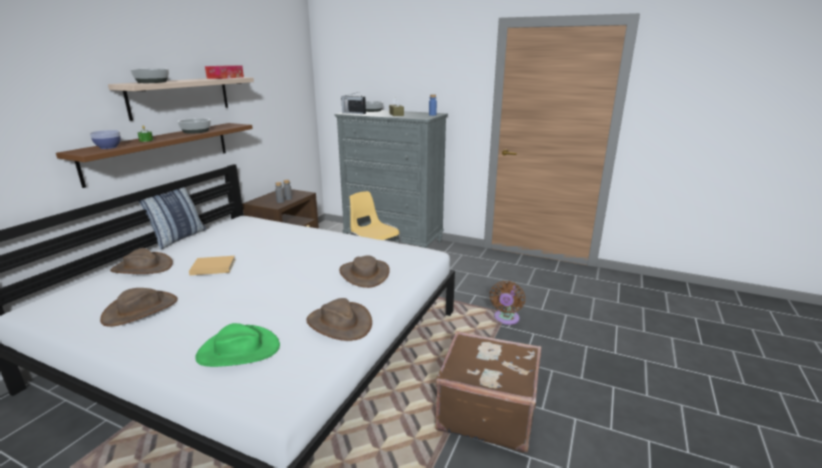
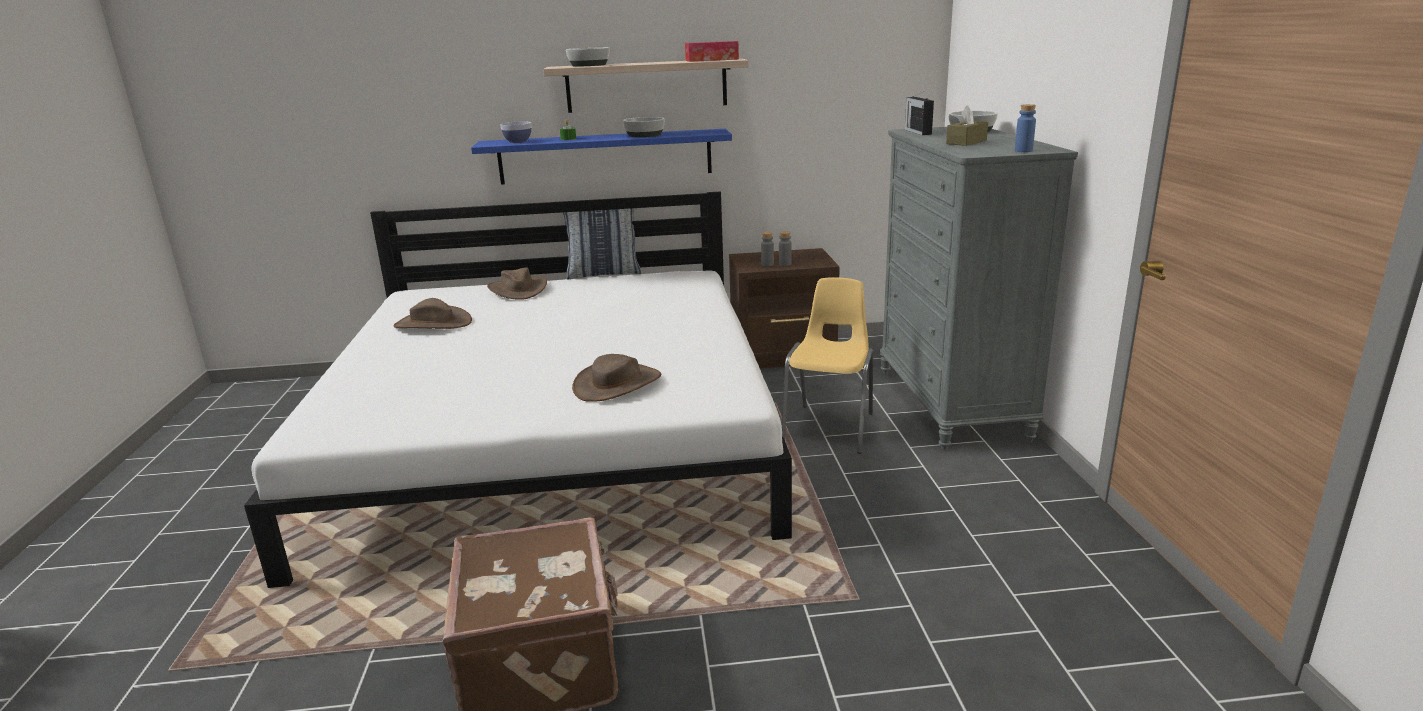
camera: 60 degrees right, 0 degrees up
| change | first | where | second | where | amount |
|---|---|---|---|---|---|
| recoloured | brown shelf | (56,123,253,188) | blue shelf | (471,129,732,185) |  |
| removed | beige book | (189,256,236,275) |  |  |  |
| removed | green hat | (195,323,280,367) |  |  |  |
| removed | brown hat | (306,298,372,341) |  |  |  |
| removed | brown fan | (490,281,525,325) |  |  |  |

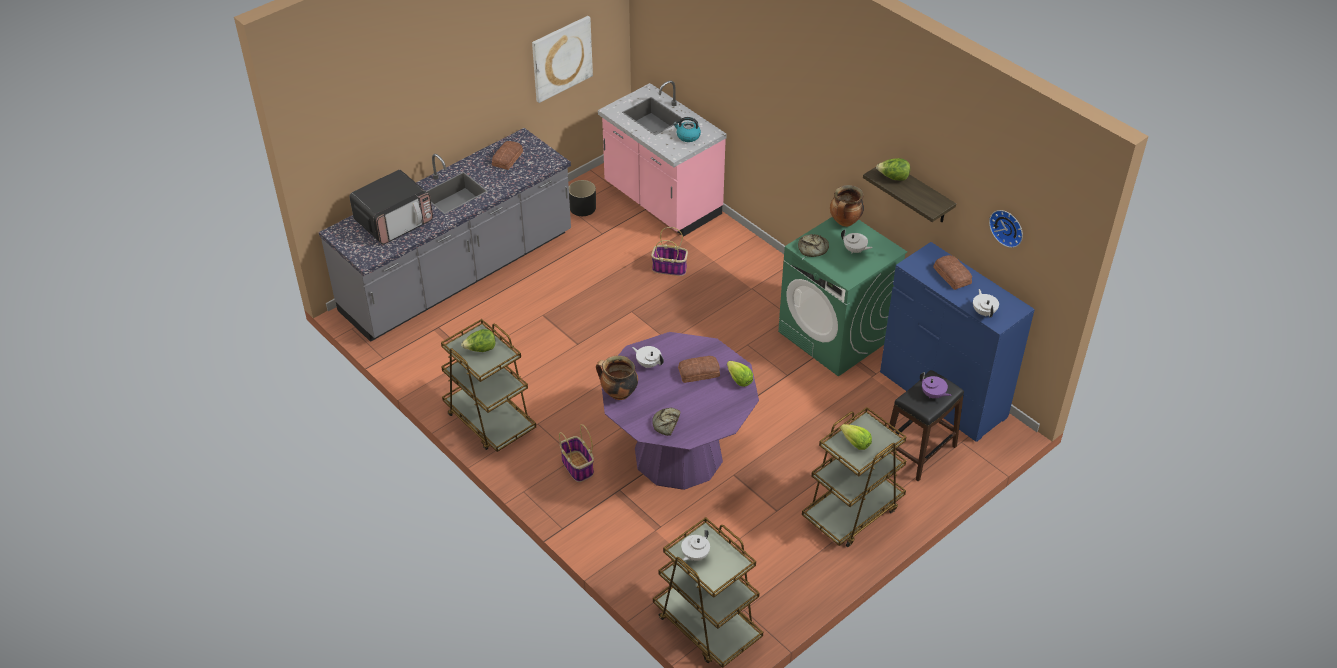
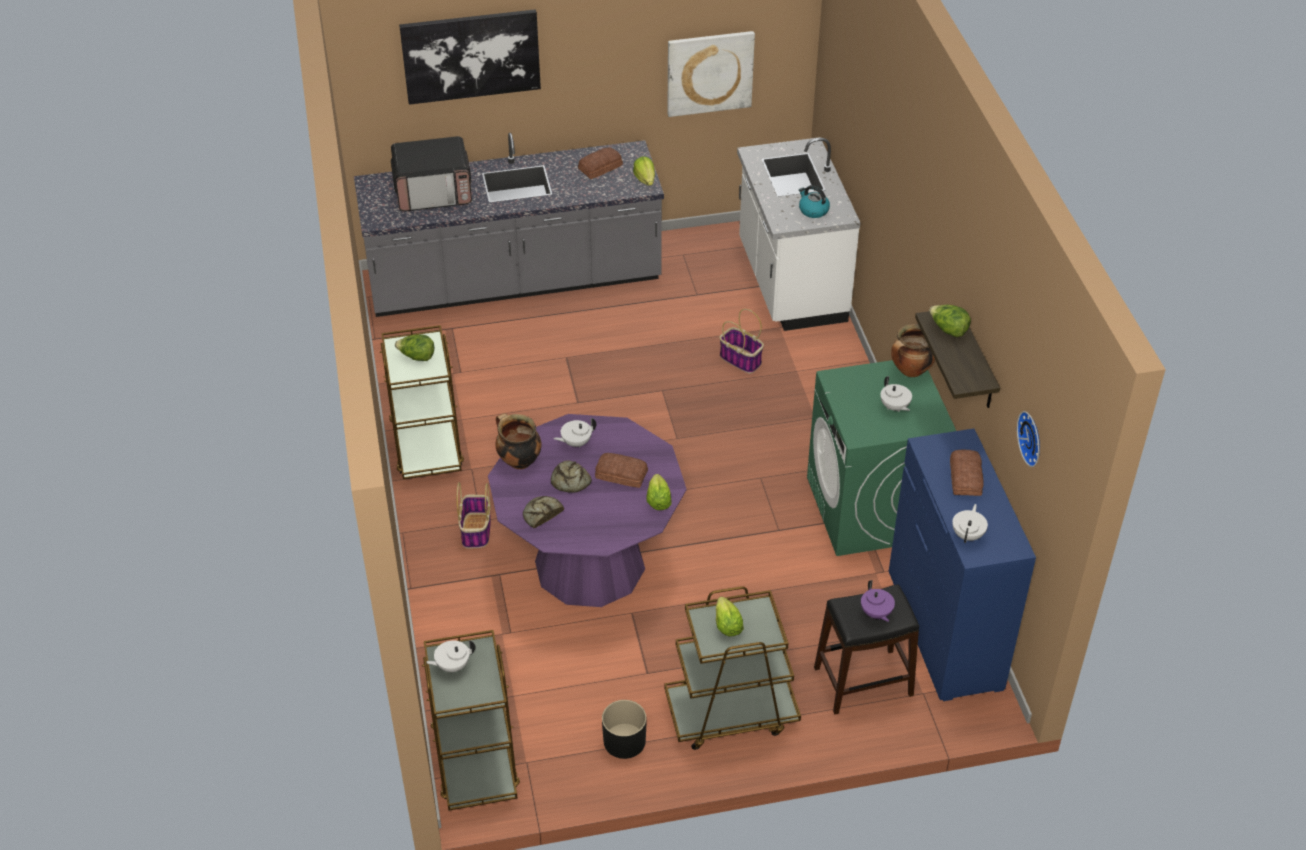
camera: 30 degrees right, 0 degrees up
| change | first | where | second | where | amount |
|---|---|---|---|---|---|
| moved | black planter | (569,180,596,216) |  | (602,700,646,759) |  |
| recoloured | pink counter | (598,80,727,237) | white counter | (737,137,860,331) |  |
| turned | white teapot | (632,346,664,368) |  | (554,418,596,447) | 90 degrees counterclockwise |
| moved | bread | (798,234,829,257) |  | (551,460,592,493) |  |
| added |  |  | picture | (399,9,541,105) |  |
| added |  |  | lettuce | (633,157,655,186) |  |

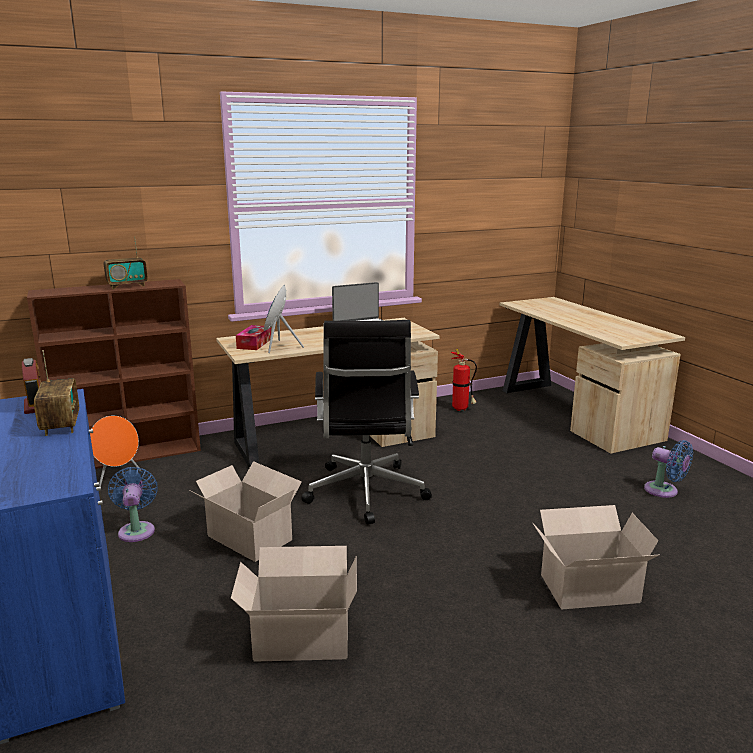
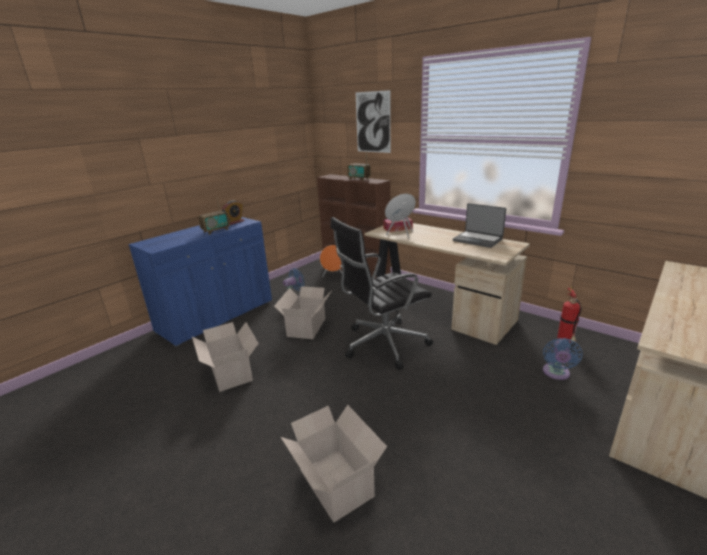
camera: 65 degrees right, 5 degrees up
| change | first | where | second | where | amount |
|---|---|---|---|---|---|
| moved | blue fan | (644,440,693,498) |  | (543,338,583,380) |  |
| added |  |  | picture | (356,90,391,153) |  |

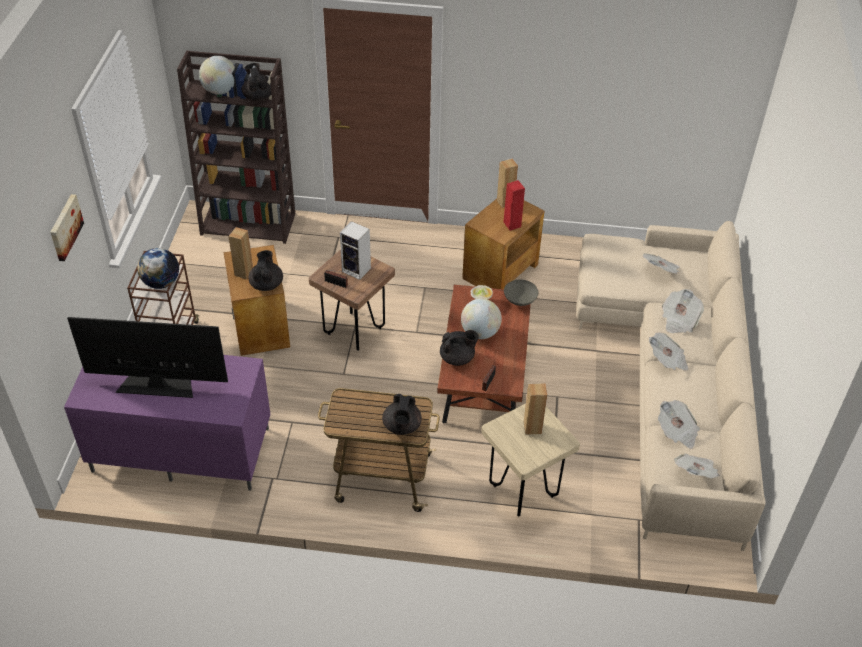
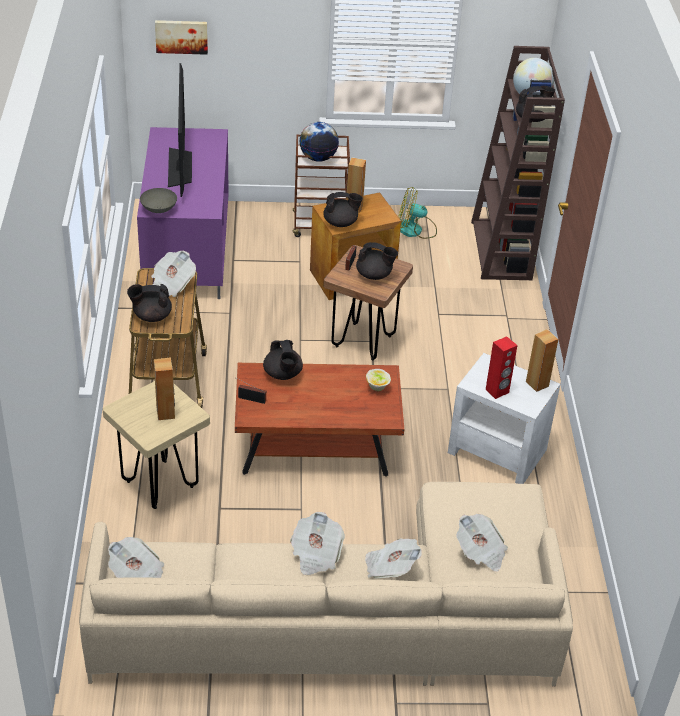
camera: 80 degrees right, 5 degrees down
| change | first | where | second | where | amount |
|---|---|---|---|---|---|
| moved | picture | (50,194,84,261) |  | (155,20,208,55) |  |
| replaced | speaker | (340,221,371,280) | black teapot | (356,242,398,280) |  |
| removed | globe | (461,298,502,339) |  |  |  |
| recoloured | brown side table | (462,199,544,289) | white side table | (448,353,560,484) |  |
| moved | grey bowl | (504,279,538,306) |  | (140,188,177,213) |  |
| moved | newspaper | (658,400,700,449) |  | (151,251,196,297) |  |
| added |  |  | fan | (398,187,437,239) |  |

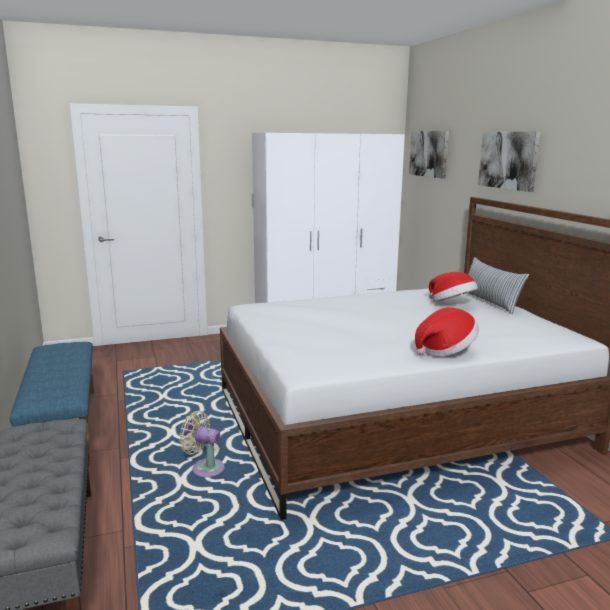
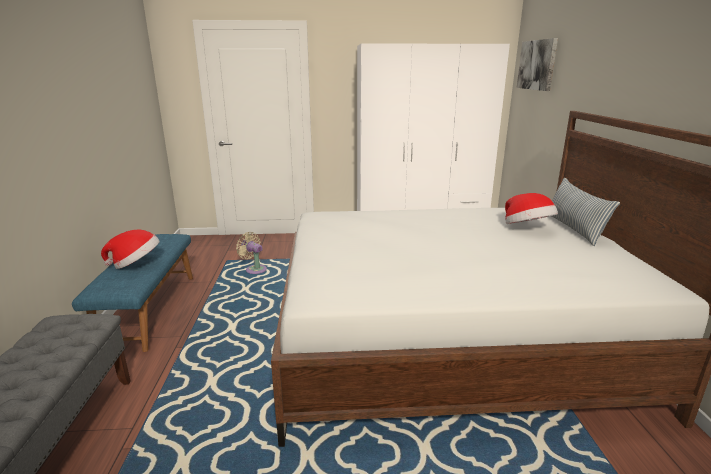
camera: 15 degrees right, 5 degrees up
| change | first | where | second | where | amount |
|---|---|---|---|---|---|
| moved | beige fan | (179,411,225,477) |  | (236,232,267,274) |  |
| moved | hat | (415,307,479,357) |  | (101,229,160,269) |  |
| removed | picture | (478,131,541,192) |  |  |  |

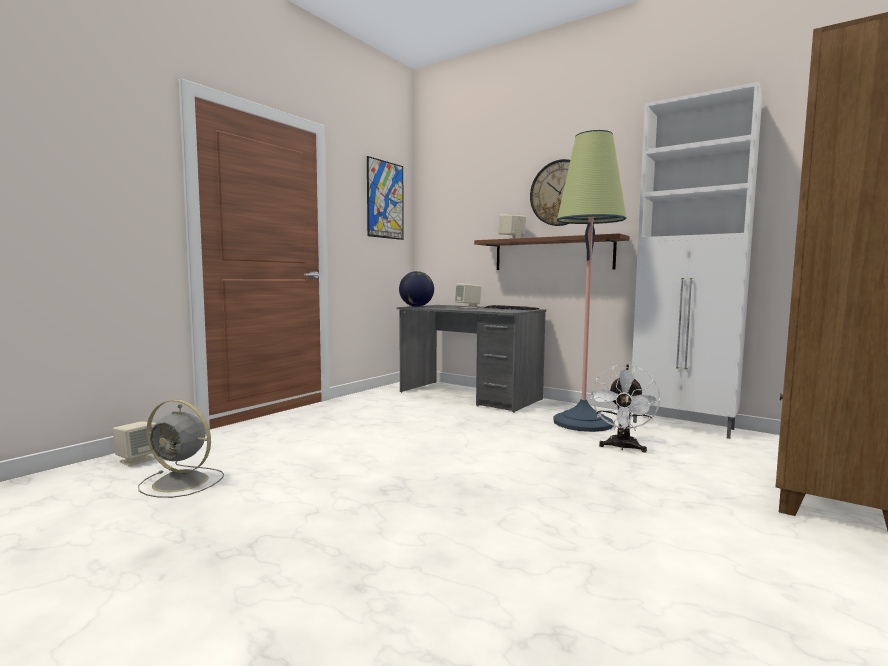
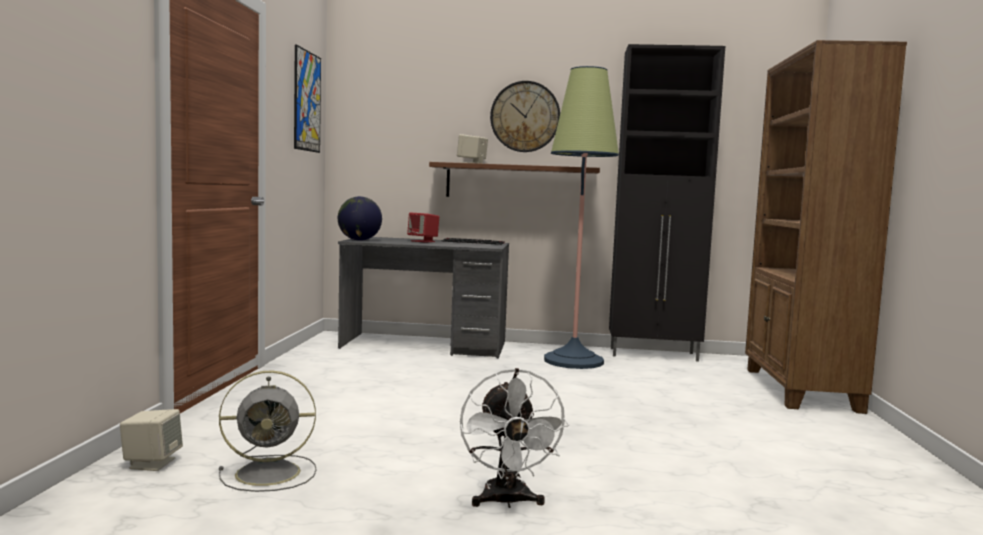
camera: 30 degrees left, 0 degrees up
| change | first | where | second | where | amount |
|---|---|---|---|---|---|
| recoloured | beige speaker | (455,283,481,308) | red speaker | (407,212,439,243) |  |
| moved | white fan | (590,364,660,453) |  | (460,368,569,508) |  |
| recoloured | white cabinet | (632,82,762,439) | black cabinet | (609,44,725,362) |  |

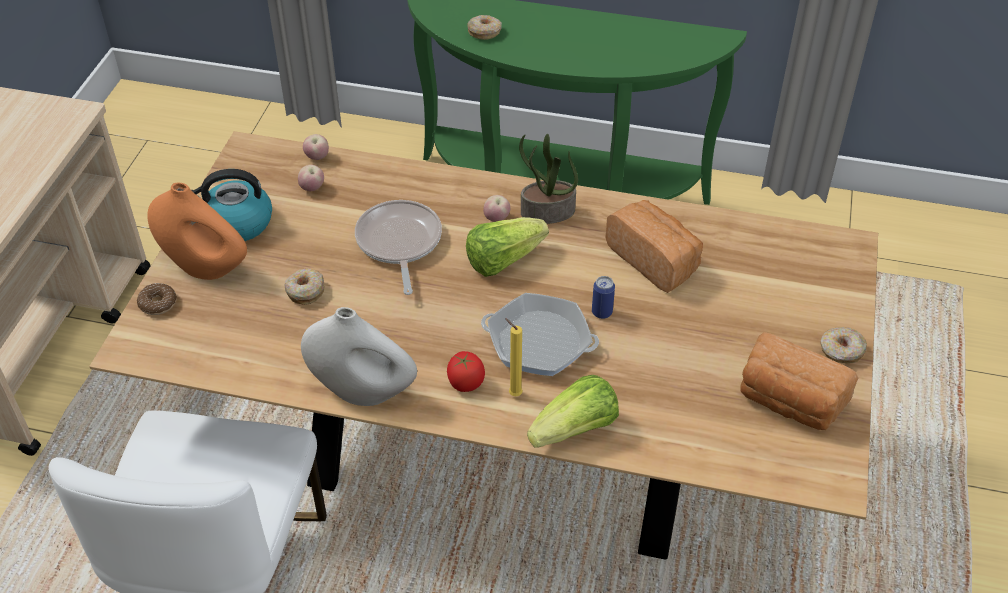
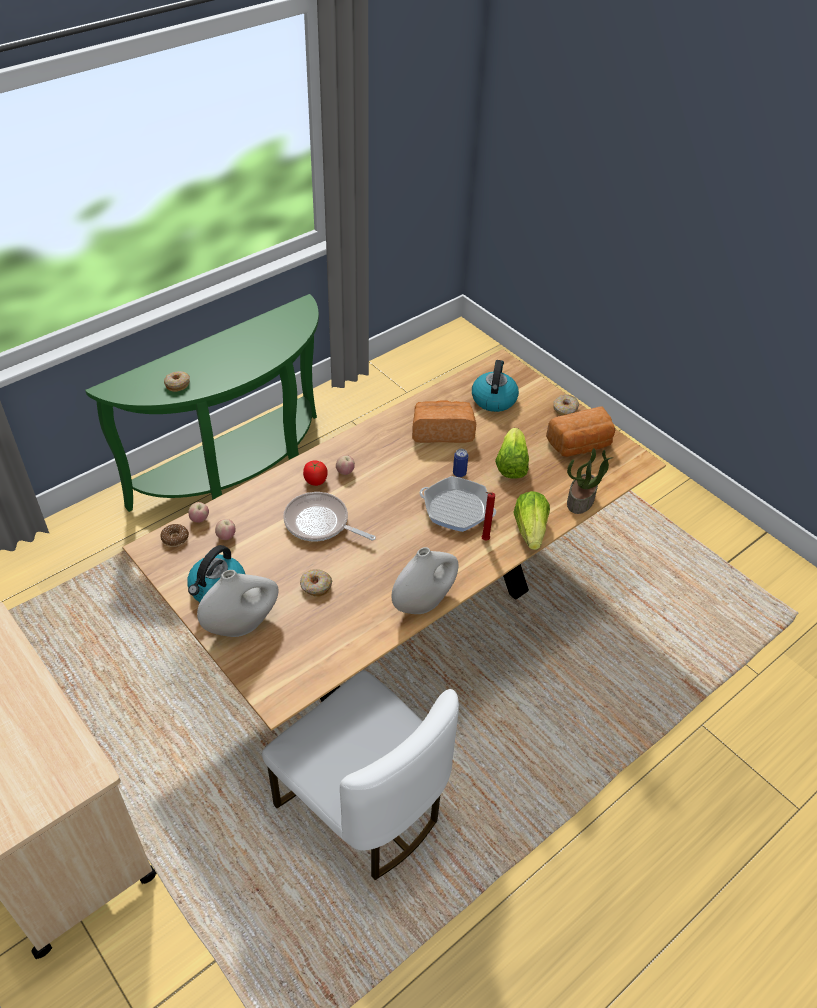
camera: 55 degrees left, 0 degrees up
| change | first | where | second | where | amount |
|---|---|---|---|---|---|
| moved | donut | (137,283,177,315) |  | (161,524,189,547) |  |
| recoloured | orange vase | (147,182,247,280) | white vase | (197,570,279,637) |  |
| moved | tomato | (447,351,485,392) |  | (303,461,328,486) |  |
| moved | lettuce | (466,217,549,277) |  | (495,428,529,479) |  |
| turned | frying pan | (481,293,599,376) |  | (420,476,496,532) | 120 degrees counterclockwise |
| recoloured | yellow candle | (505,318,522,396) | red candle | (481,492,495,541) |  |
| moved | potted plant | (519,134,578,224) |  | (567,448,612,514) |  |
| added |  |  | kettle | (472,360,519,412) |  |

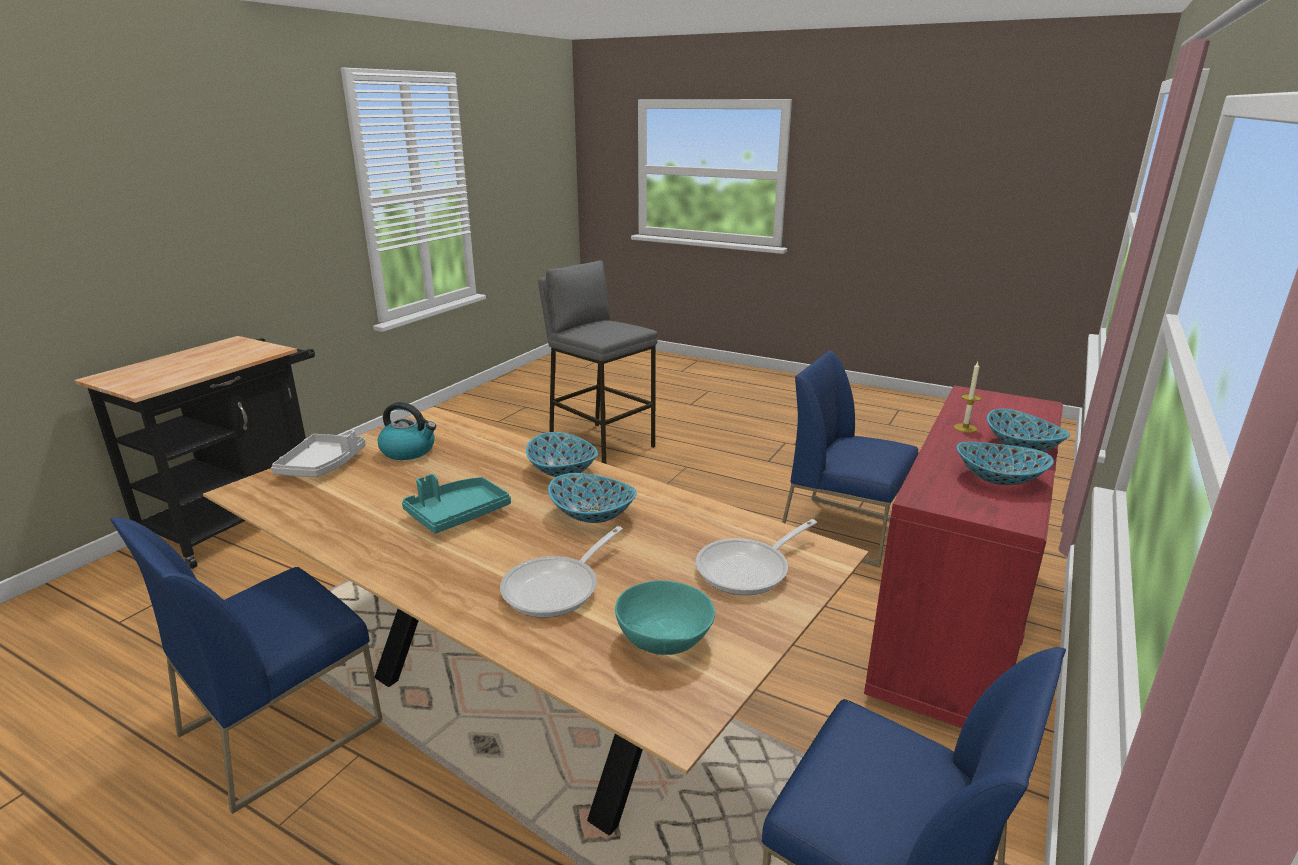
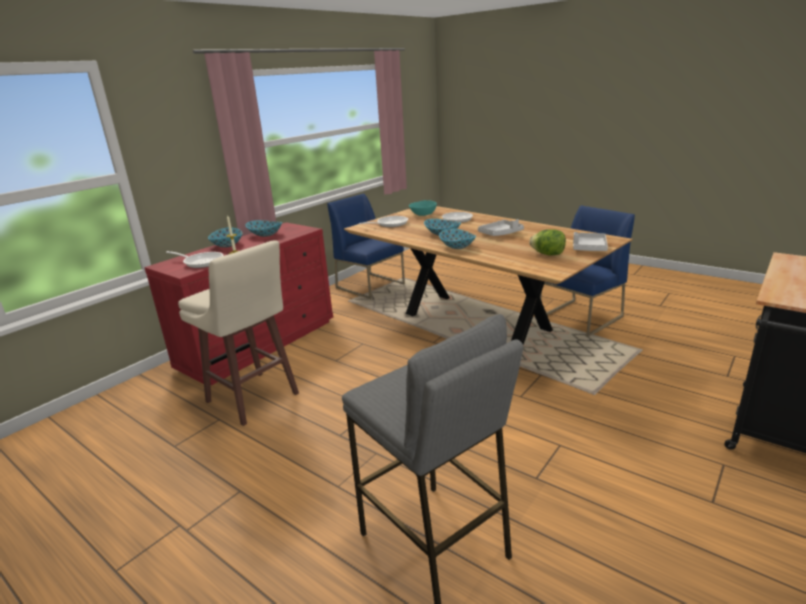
camera: 170 degrees left, 0 degrees up
| change | first | where | second | where | amount |
|---|---|---|---|---|---|
| replaced | kettle | (378,402,436,460) | lettuce | (530,229,566,255) |  |
| recoloured | turquoise tray | (402,474,511,534) | grey tray | (478,219,524,236) |  |
| replaced | blue chair | (782,350,918,567) | beige stool | (178,240,299,426) |  |
| added |  |  | frying pan | (166,251,224,268) |  |

